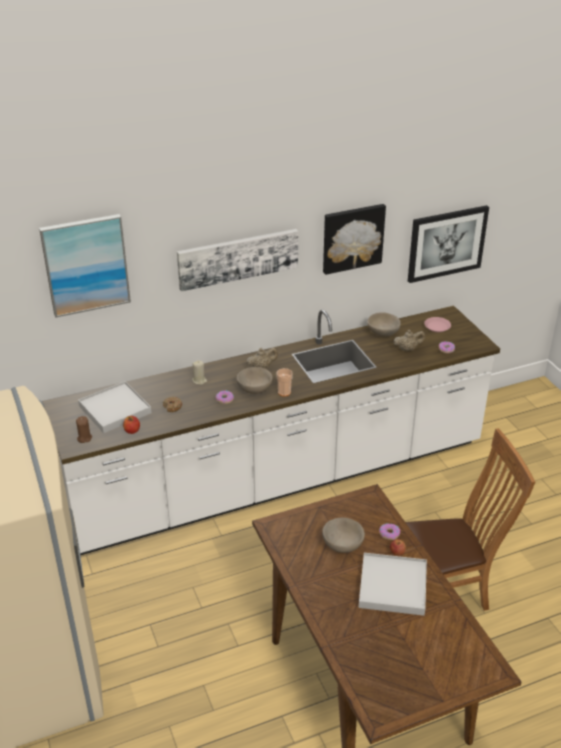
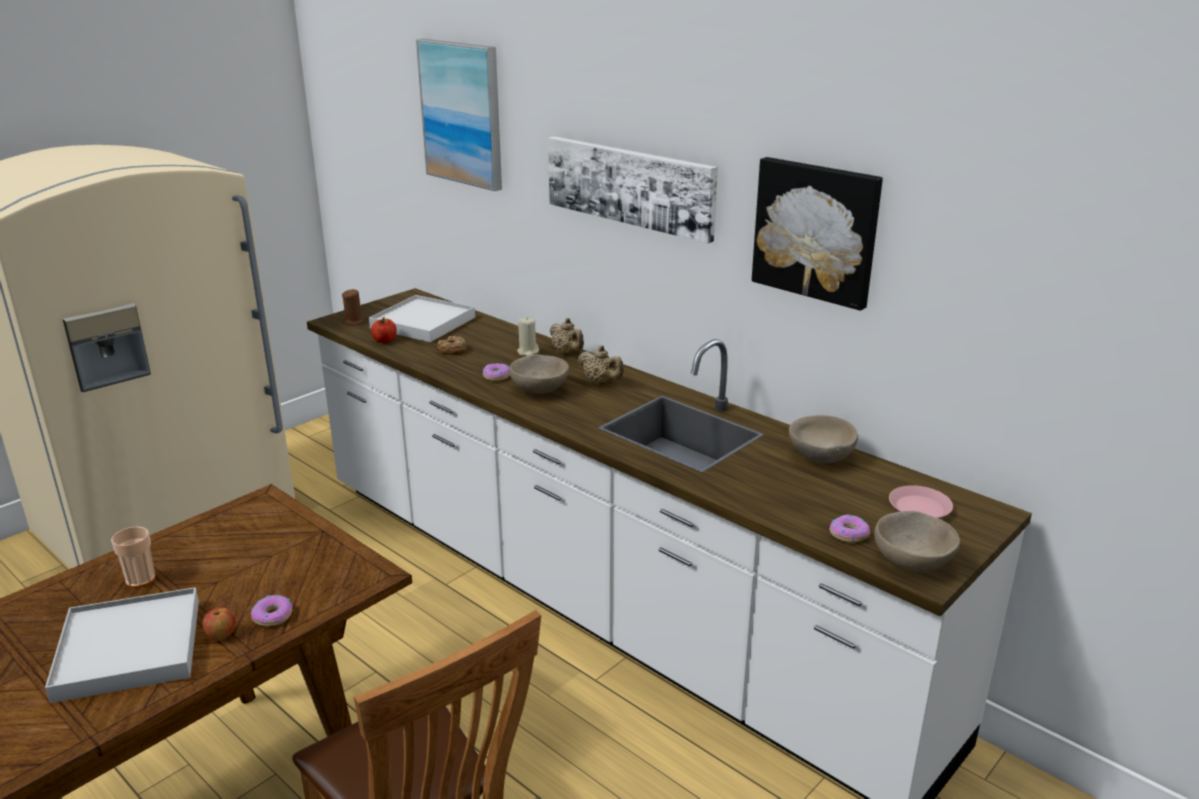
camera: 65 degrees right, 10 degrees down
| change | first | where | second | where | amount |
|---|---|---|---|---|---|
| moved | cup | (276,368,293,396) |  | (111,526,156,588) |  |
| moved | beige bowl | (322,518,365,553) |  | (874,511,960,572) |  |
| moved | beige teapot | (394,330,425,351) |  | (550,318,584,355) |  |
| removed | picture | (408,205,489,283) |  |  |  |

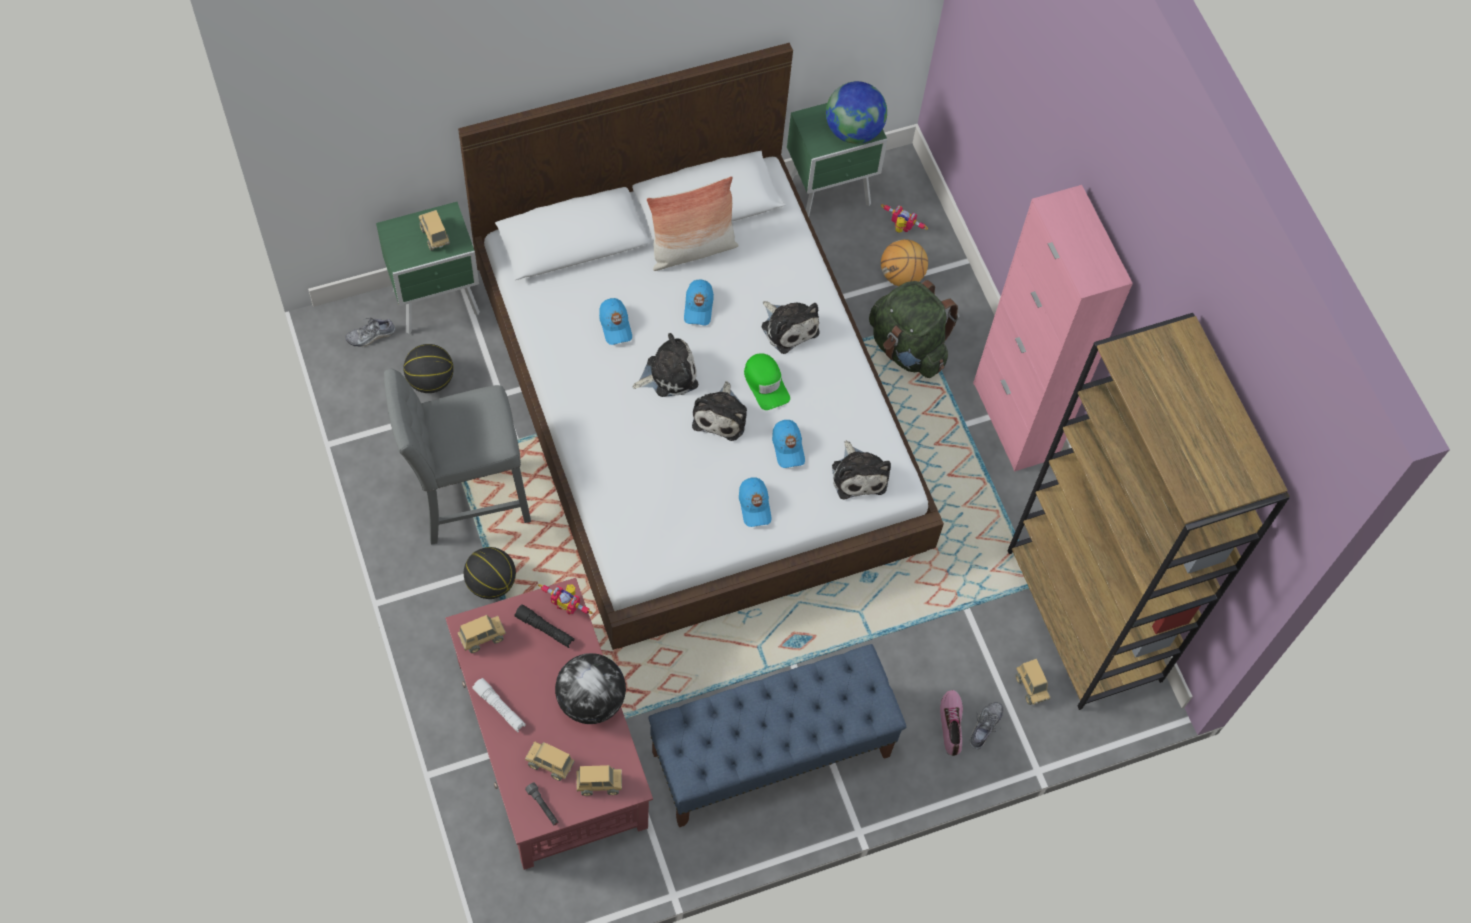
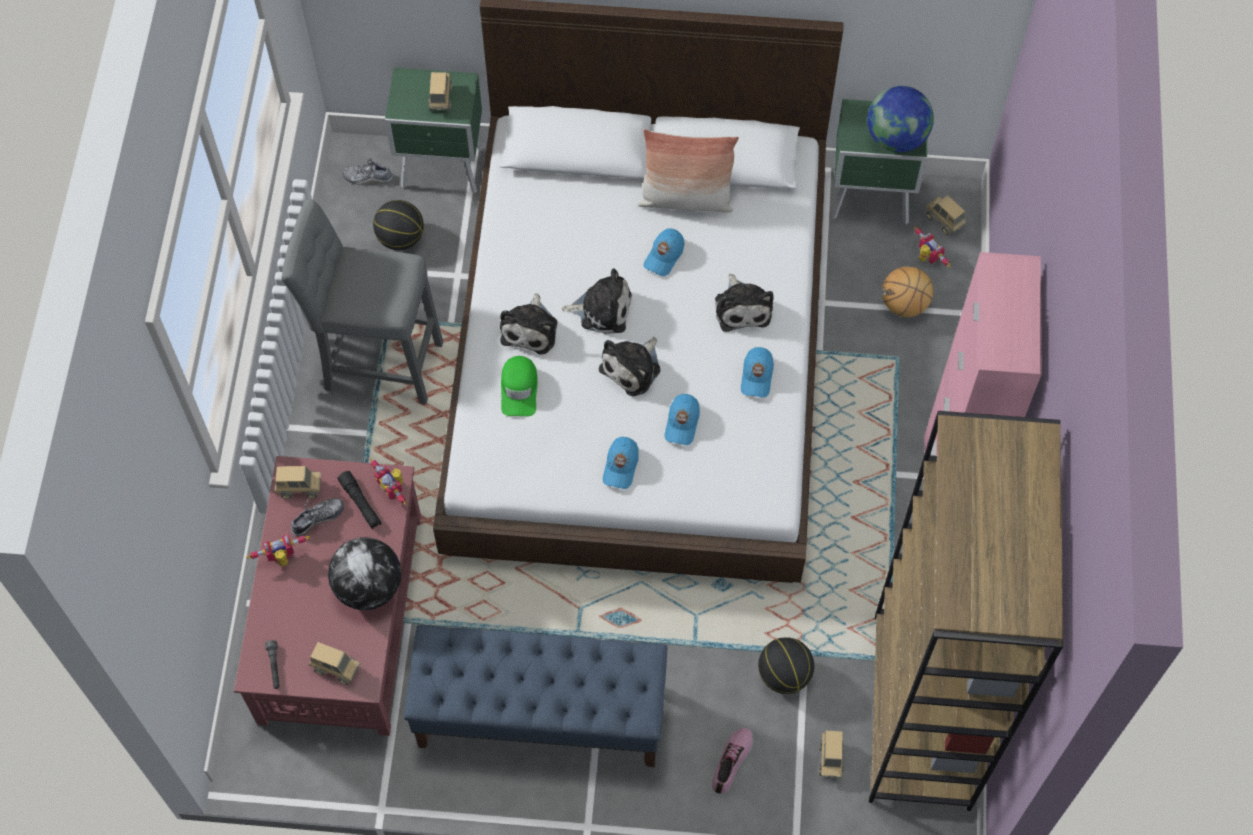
camera: 30 degrees right, 0 degrees up
| change | first | where | second | where | amount |
|---|---|---|---|---|---|
| moved | basketball | (464,547,516,599) |  | (758,638,814,694) |  |
| replaced | white flashlight | (472,678,526,732) | toy robot | (246,534,310,567) |  |
| moved | toy truck | (525,742,575,781) |  | (926,195,966,235) |  |
| moved | blue cap | (599,298,632,345) |  | (741,347,774,398) |  |
| moved | green cap | (744,353,790,410) |  | (501,356,538,416) |  |
| moved | plush toy | (832,441,891,499) |  | (500,293,557,355) |  |
| removed | green backpack | (869,280,959,378) |  |  |  |
| moved | shoe | (970,702,1003,749) |  | (290,498,344,536) |  |

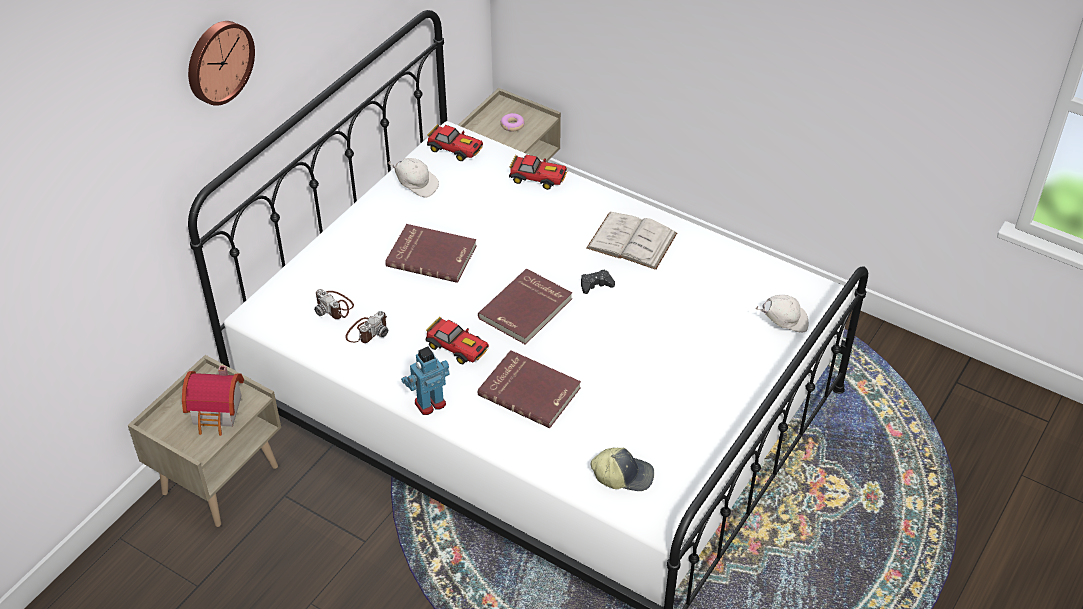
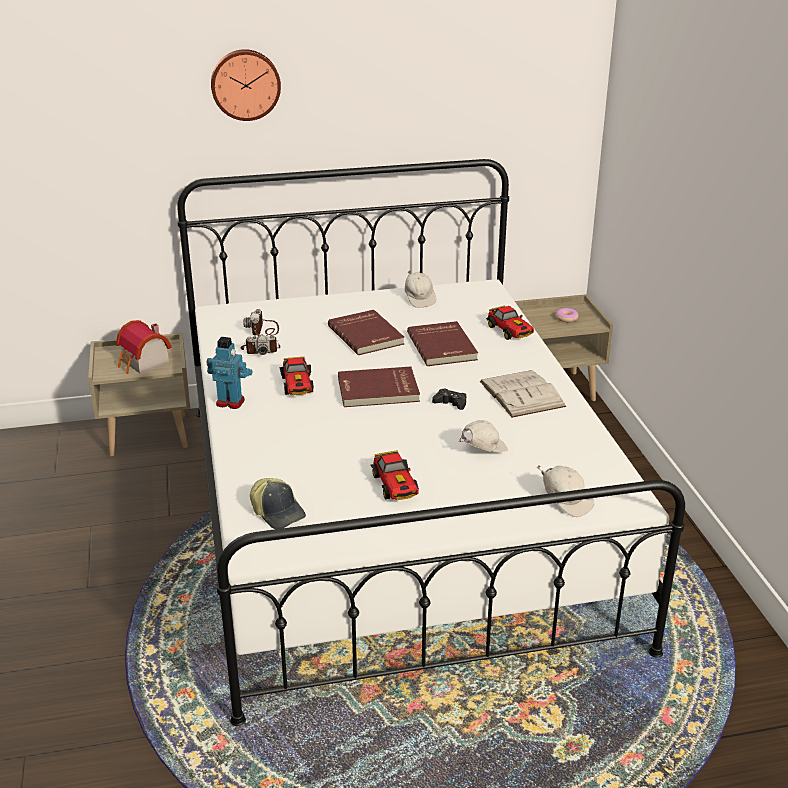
camera: 45 degrees right, 15 degrees down
| change | first | where | second | where | amount |
|---|---|---|---|---|---|
| moved | toy car | (427,124,483,161) |  | (371,450,419,500) |  |
| moved | red book | (478,350,581,428) |  | (407,321,478,366) |  |
| added |  |  | white cap | (459,420,508,452) |  |

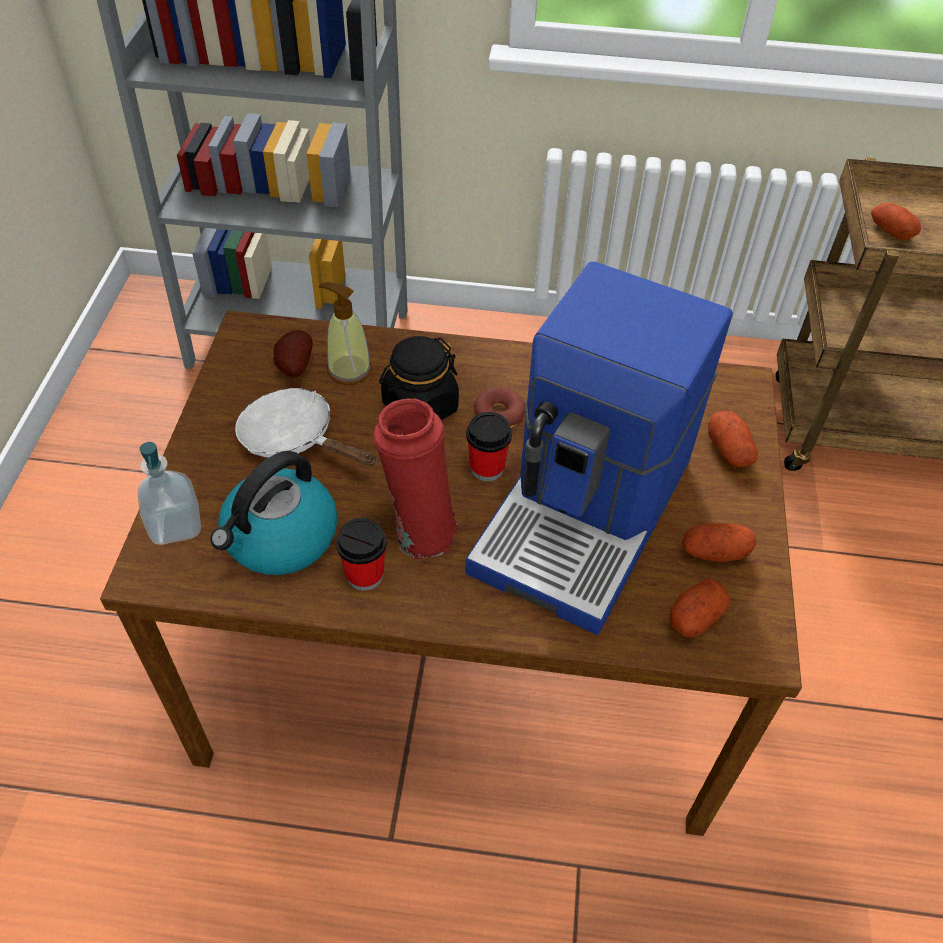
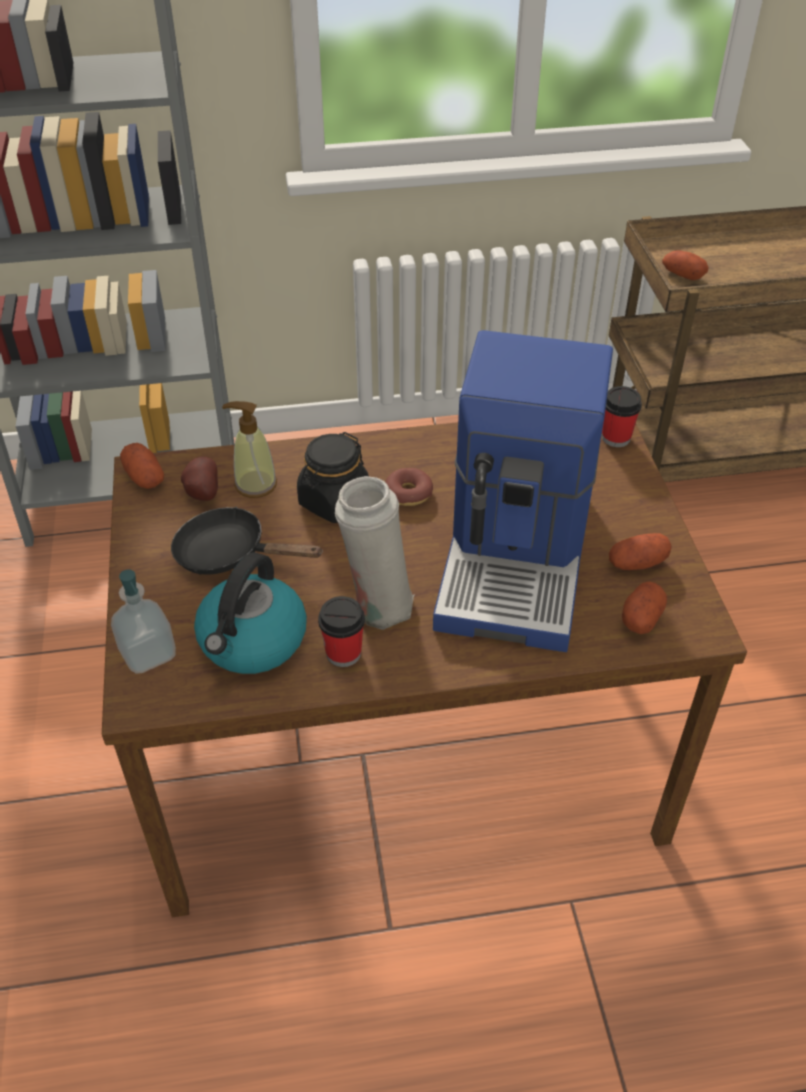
camera: 15 degrees left, 5 degrees down
| change | first | where | second | where | amount |
|---|---|---|---|---|---|
| recoloured | white frying pan | (235,388,377,466) | black frying pan | (171,507,323,575) |  |
| recoloured | red vase | (373,398,459,560) | white vase | (335,476,415,630) |  |
| moved | cup | (466,412,512,481) |  | (602,386,642,447) |  |
| moved | potato | (708,411,758,468) |  | (120,443,164,489) |  |

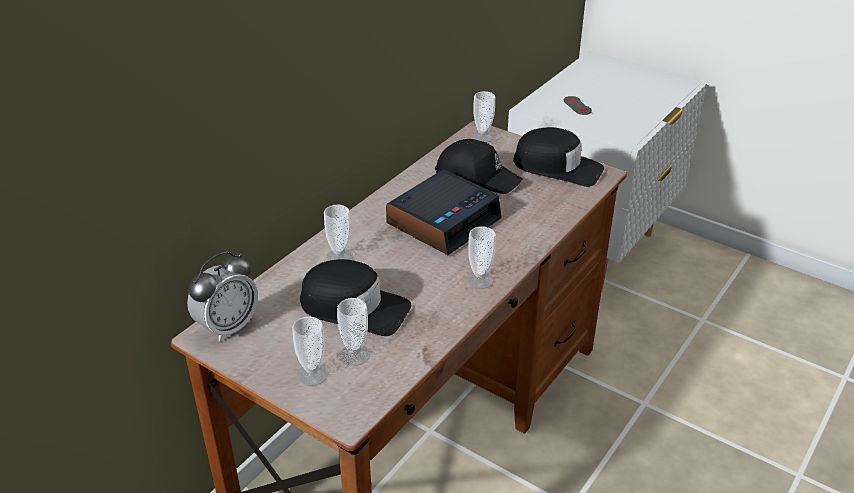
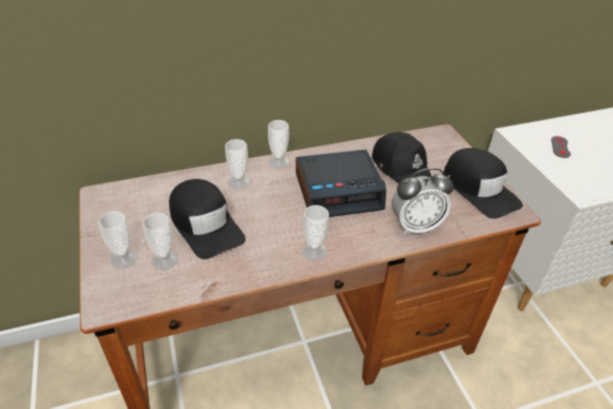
camera: 35 degrees right, 5 degrees up
| change | first | where | second | where | amount |
|---|---|---|---|---|---|
| moved | alarm clock | (187,251,258,342) |  | (392,168,454,235) |  |
| moved | cup | (472,91,495,142) |  | (268,120,289,168) |  |

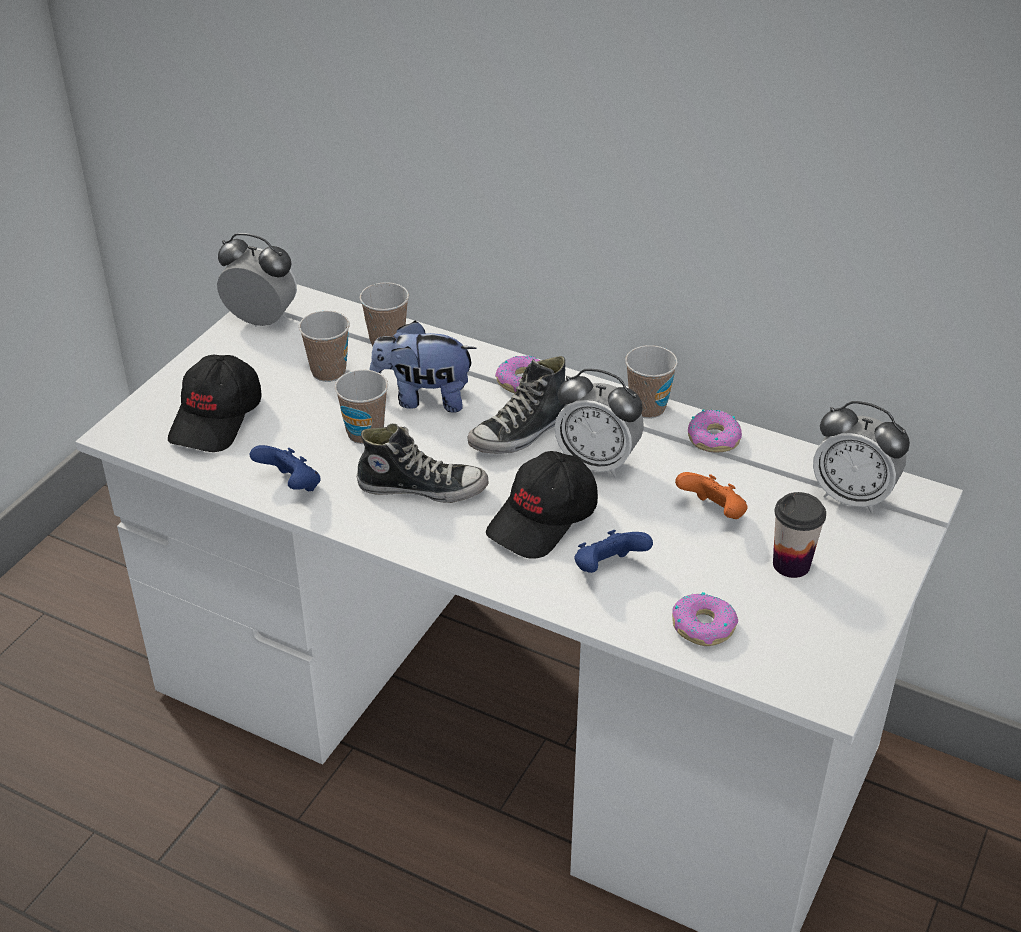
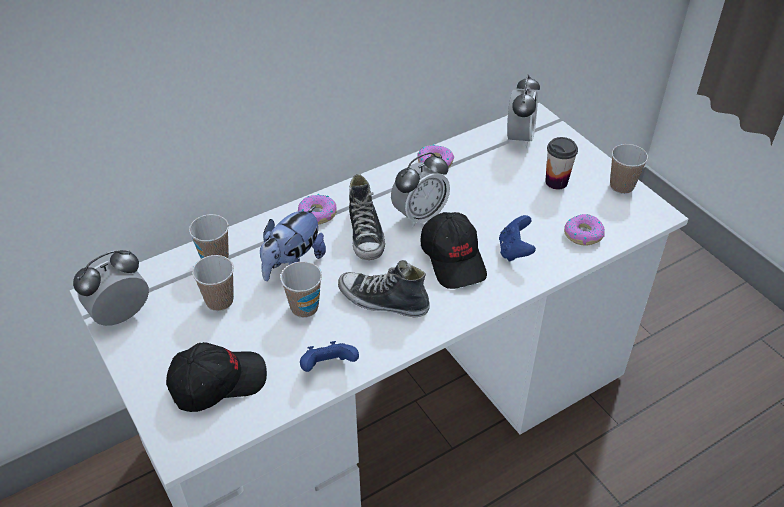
camera: 60 degrees left, 5 degrees up
| change | first | where | second | where | amount |
|---|---|---|---|---|---|
| turned | black cap | (168,354,262,452) |  | (166,342,267,412) | 75 degrees counterclockwise |
| turned | shoe | (357,423,488,503) |  | (338,260,430,317) | 105 degrees counterclockwise |
| moved | cup | (625,345,678,419) |  | (610,144,648,194) |  |
| removed | orange game controller | (675,472,748,519) |  |  |  |
| turned | alarm clock | (813,401,910,513) |  | (507,75,540,148) | 45 degrees counterclockwise |

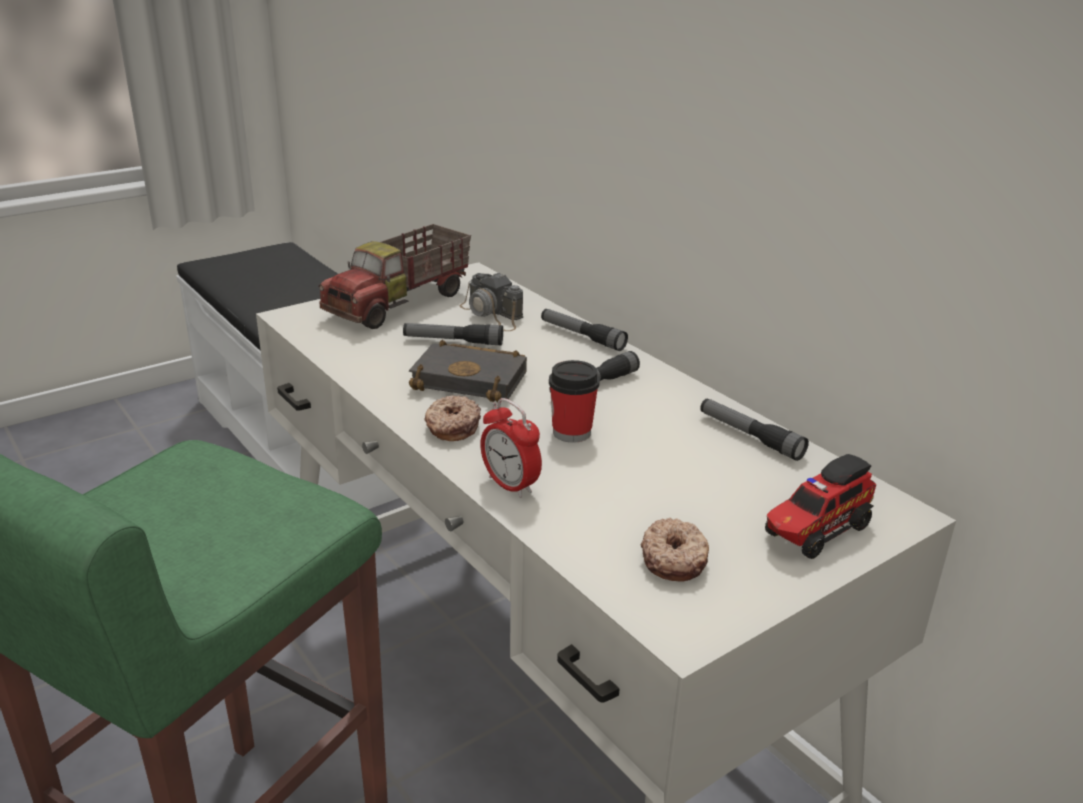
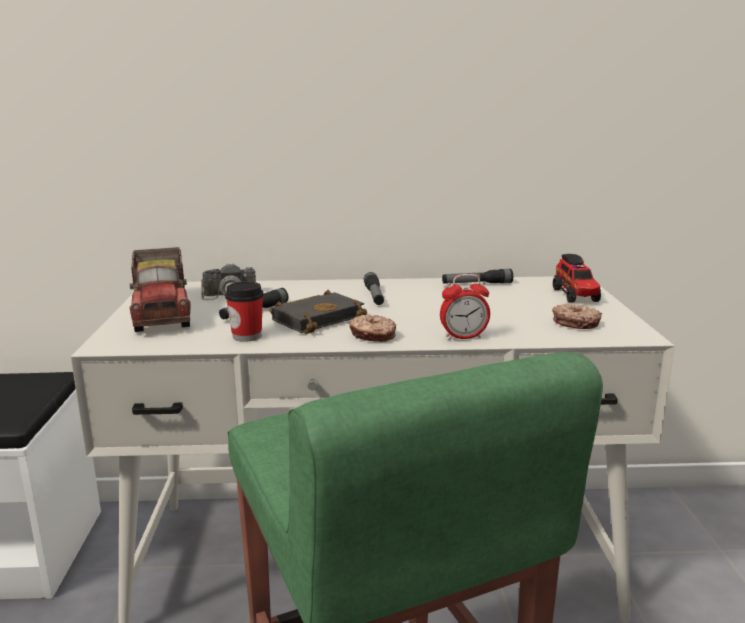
camera: 55 degrees left, 10 degrees down
| change | first | where | second | where | amount |
|---|---|---|---|---|---|
| removed | flashlight | (541,309,628,351) |  |  |  |
| moved | cup | (549,360,600,443) |  | (225,282,264,342) |  |

